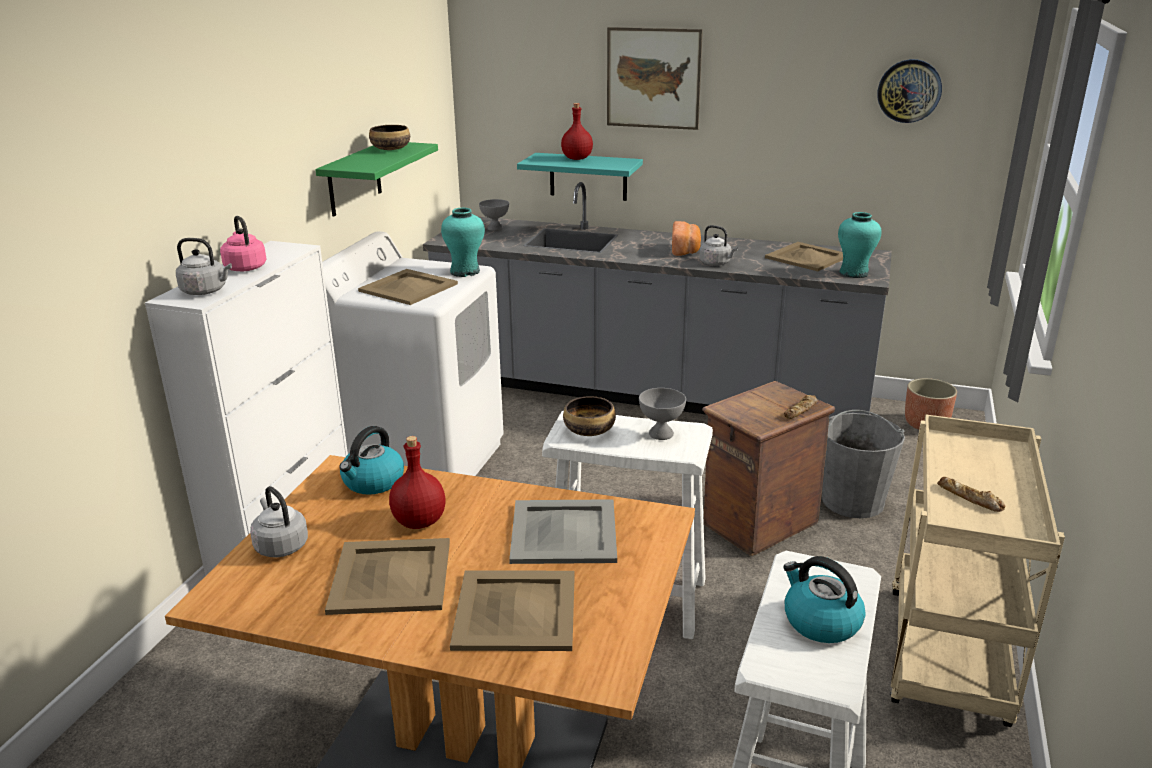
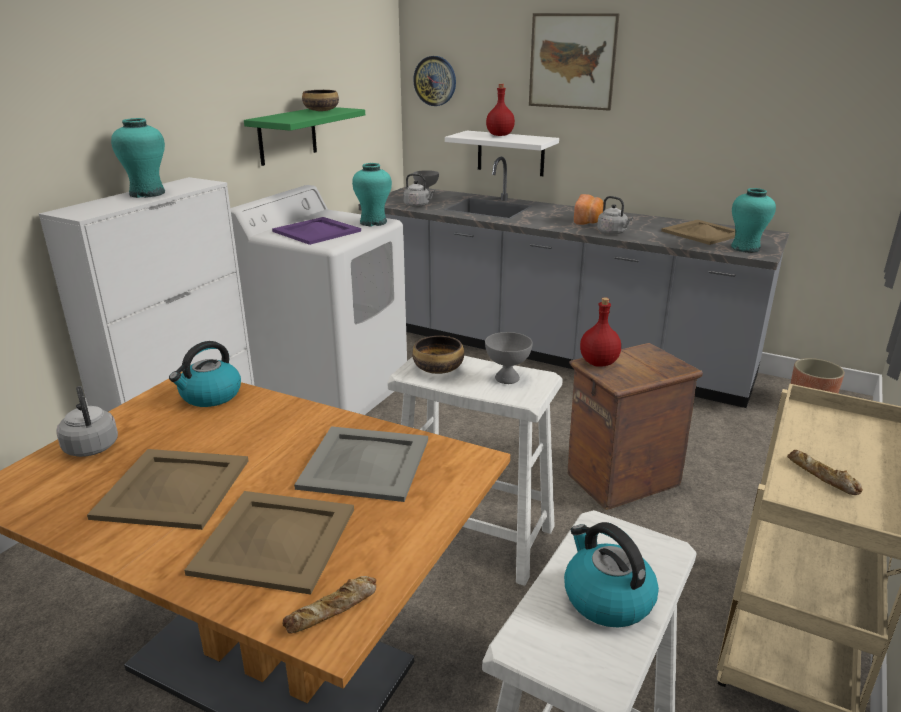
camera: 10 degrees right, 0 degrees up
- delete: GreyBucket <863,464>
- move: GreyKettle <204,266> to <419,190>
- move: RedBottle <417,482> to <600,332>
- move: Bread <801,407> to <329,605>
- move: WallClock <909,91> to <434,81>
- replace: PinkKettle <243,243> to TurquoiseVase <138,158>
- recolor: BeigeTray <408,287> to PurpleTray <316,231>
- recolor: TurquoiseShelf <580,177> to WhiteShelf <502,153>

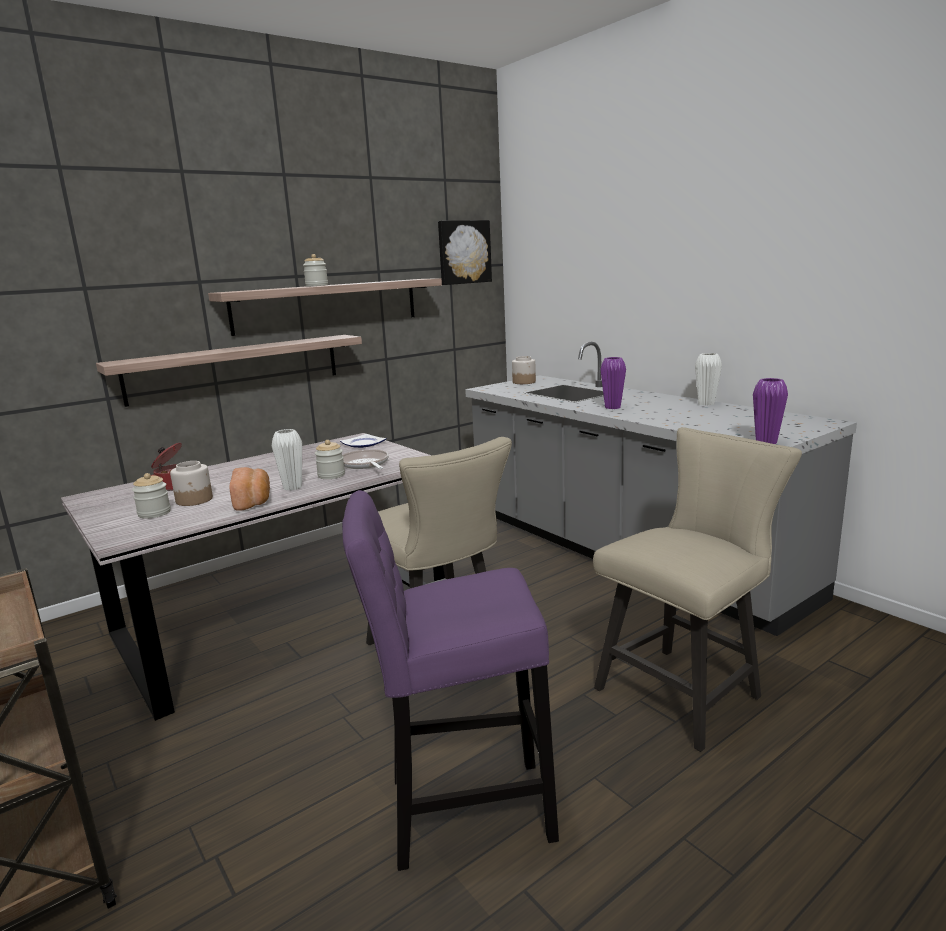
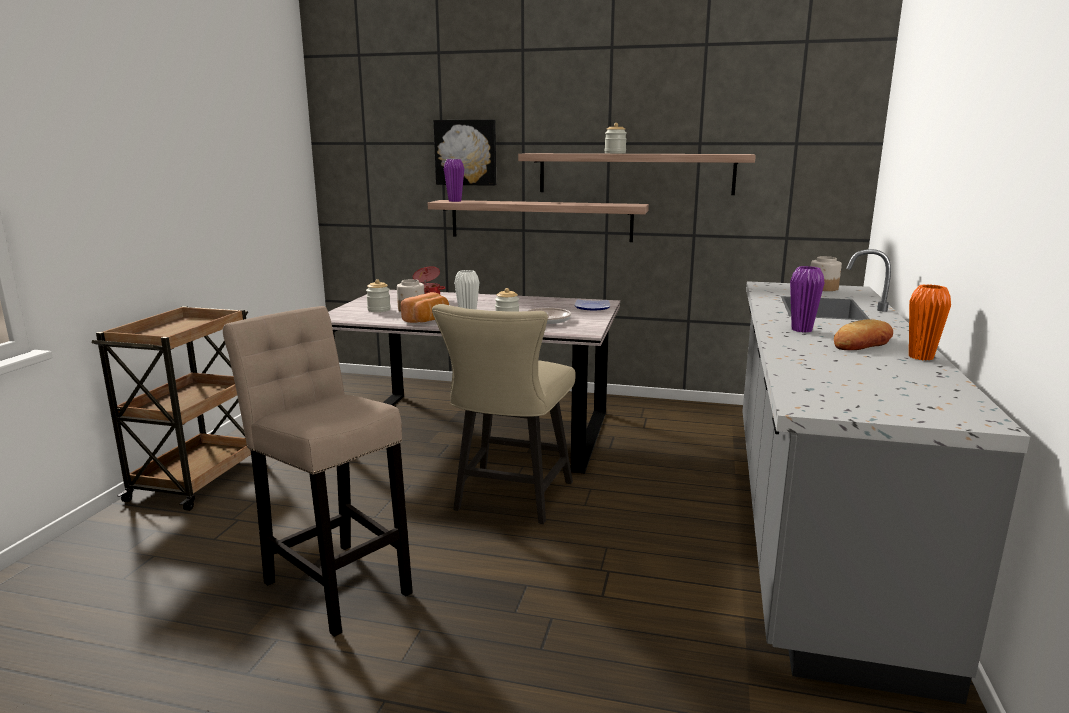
camera: 50 degrees right, 0 degrees up
- delete: BeigeChair <697,589>
- insert: Bread <863,334>
- move: Picture <465,252> to <465,153>
- move: PurpleVase <770,411> to <454,180>
- recolor: PurpleStool <450,680> to BeigeStool <318,471>
- recolor: WhiteVase <708,379> to OrangeVase <930,322>

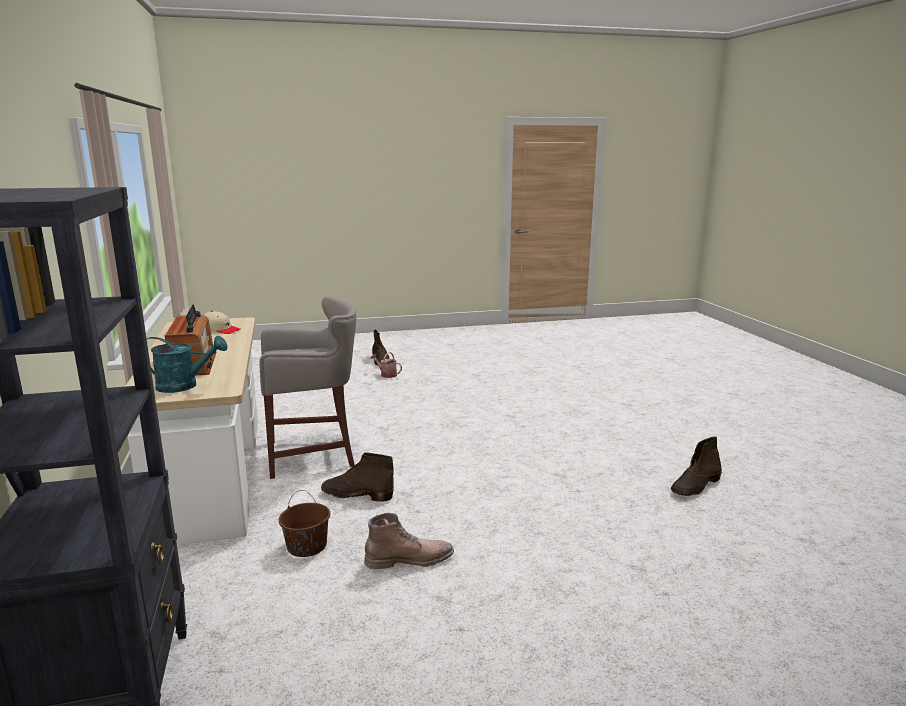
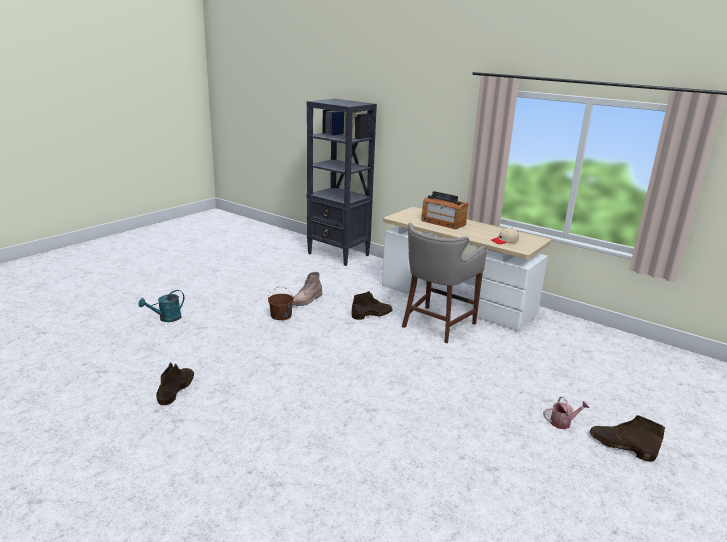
camera: 140 degrees right, 5 degrees up
- move: TurquoiseWateringCan <187,364> to <161,306>
- move: BrownBucket <304,523> to <281,303>

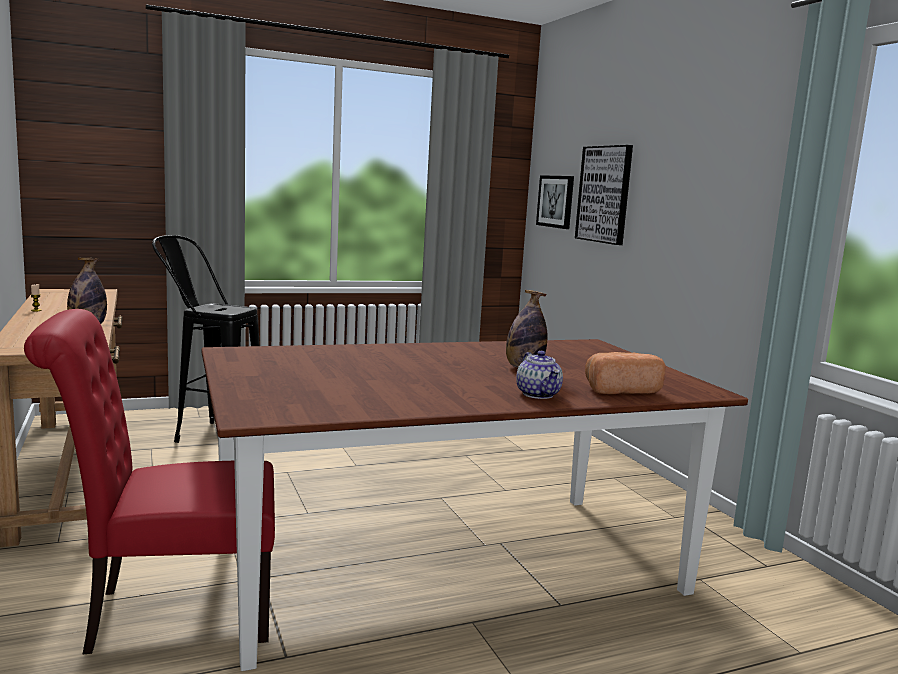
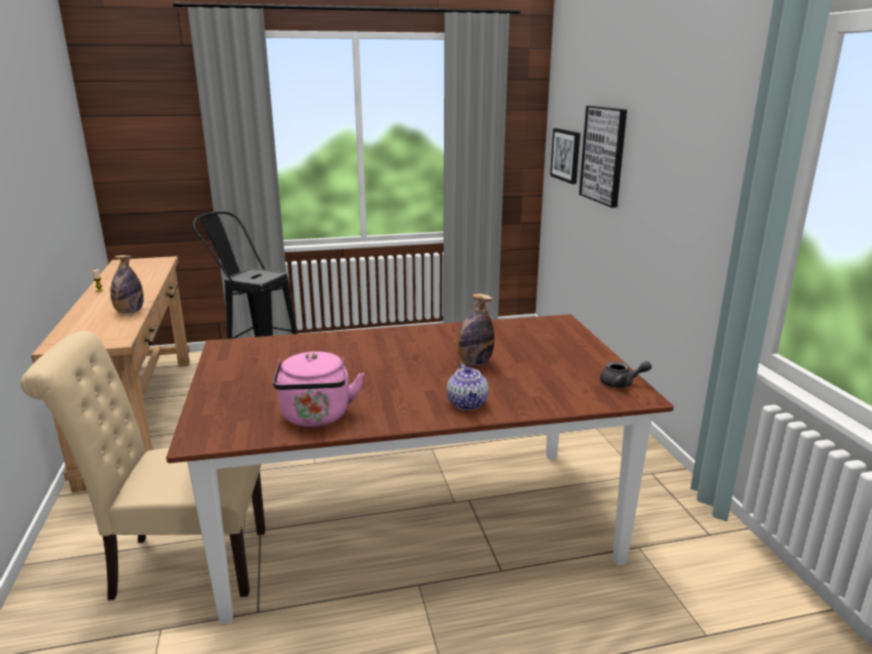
camera: 10 degrees right, 10 degrees up
- delete: Bread <625,373>
- insert: PinkKettle <318,389>
- insert: GreyTeapot <626,374>
- recolor: RedChair <149,482> to BeigeChair <142,465>

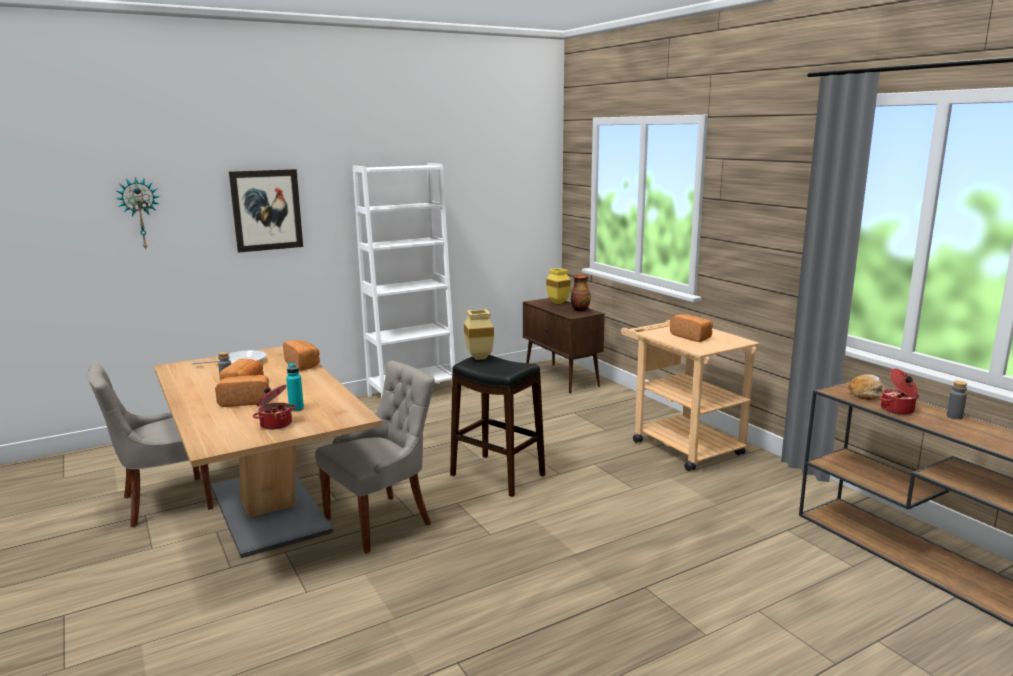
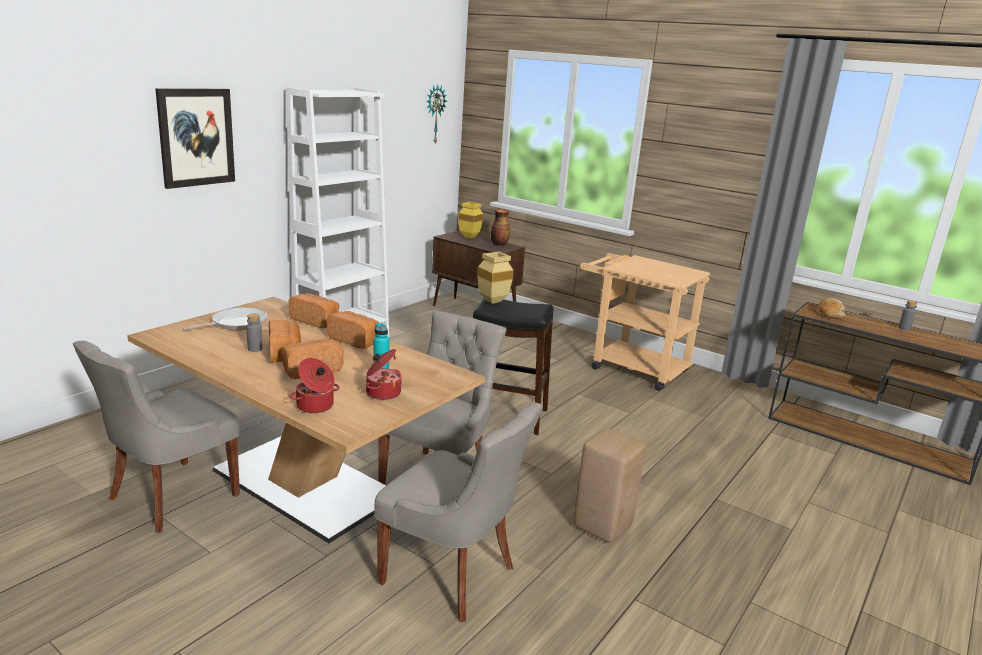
camera: 25 degrees left, 5 degrees up
- insert: GreyChair <458,512>
- insert: BeigeStool <609,486>
- move: WallClock <138,213> to <436,114>
- move: Bread <691,328> to <353,330>
- move: CookingPot <899,391> to <315,385>

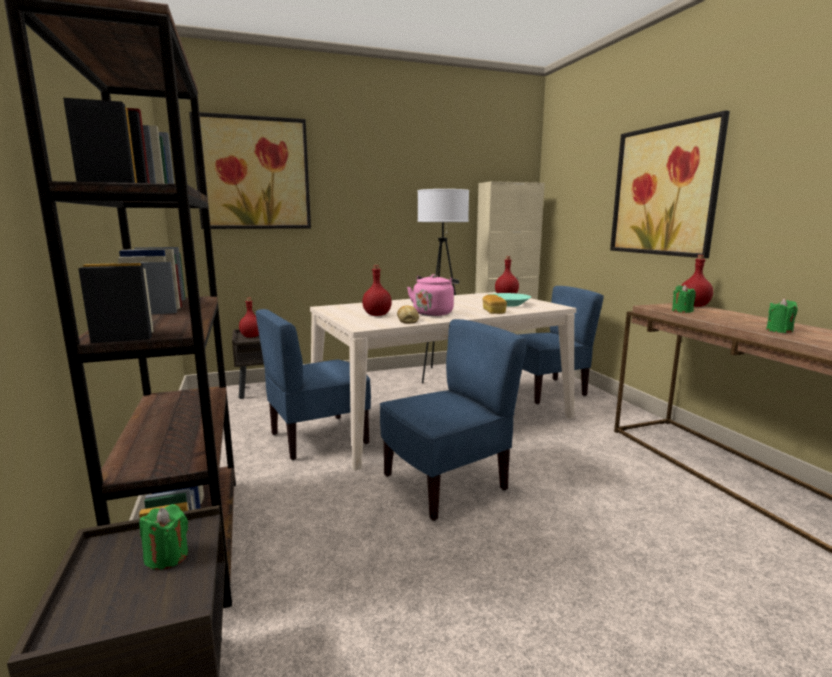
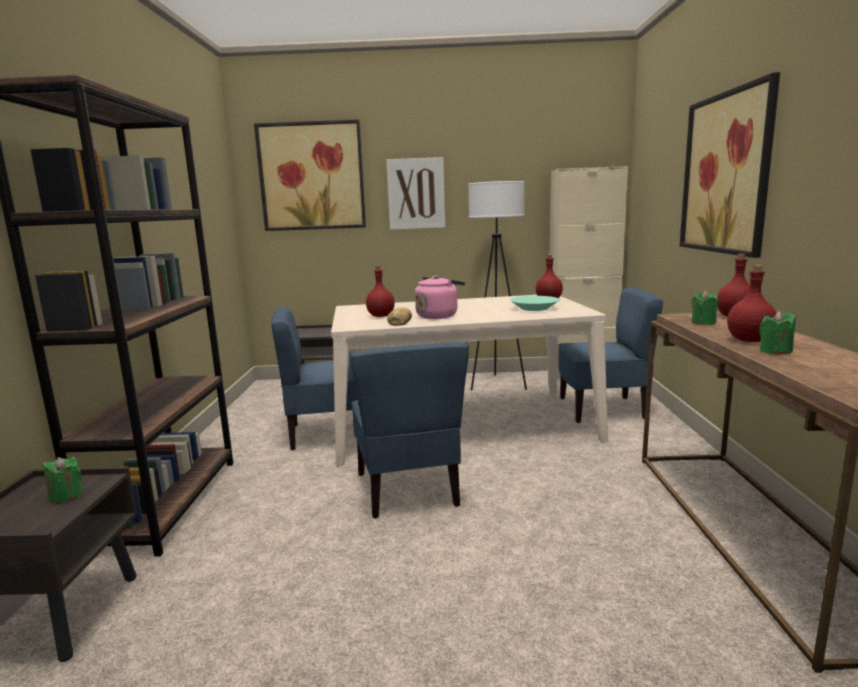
camera: 20 degrees right, 0 degrees up
- delete: Bread <494,304>
- insert: Picture <415,193>
- move: RedBottle <249,318> to <752,303>
- rotate: BlueChair <453,420> = <409,430> 90 degrees clockwise

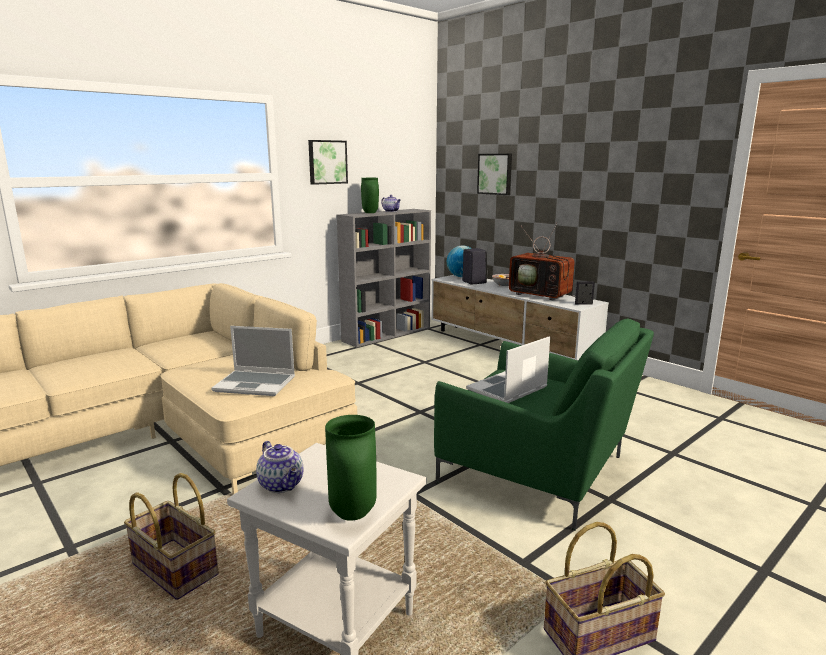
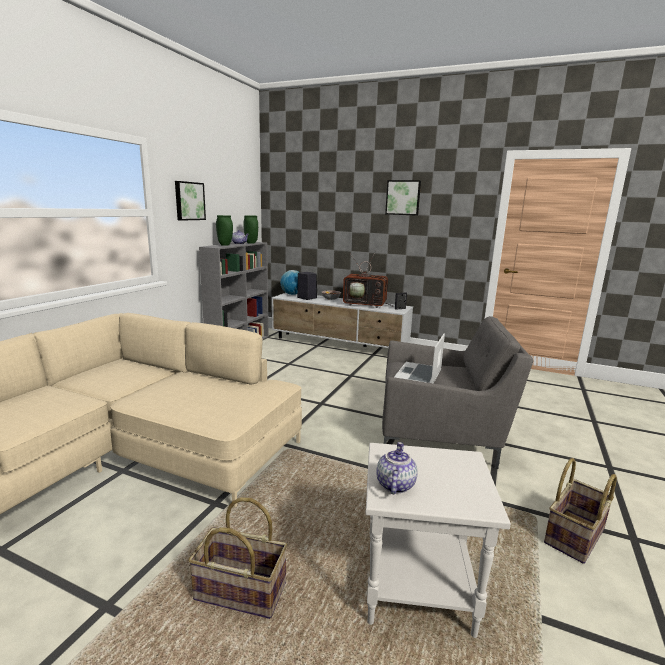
camera: 25 degrees left, 0 degrees up
- delete: Laptop <253,361>
- move: GreenVase <350,468> to <251,229>
- move: Picture <494,174> to <403,198>
- recolor: GreenArmchair <544,424> to GreyArmchair <457,392>
- rotate: Teapot <279,467> = <396,468> 105 degrees counterclockwise

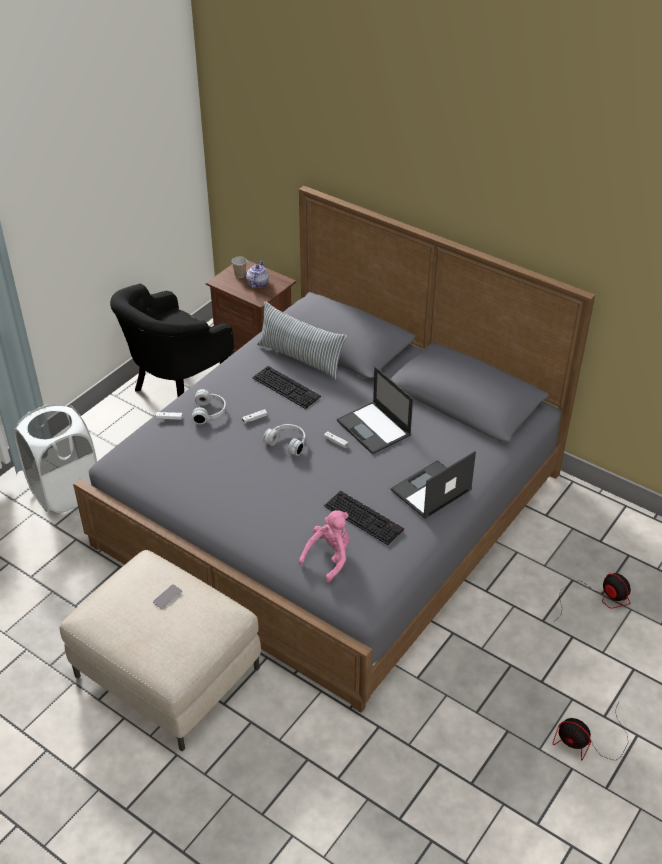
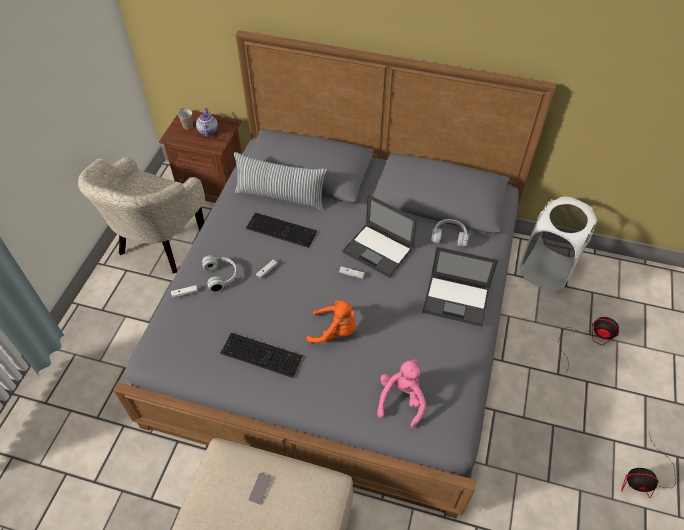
camera: 20 degrees left, 10 degrees up
- insert: OrangePlushToy <331,321>
- move: WhiteLaundryBasket <55,458> to <559,244>
- move: WhiteHeadphones <284,440> to <450,233>
- move: Keyboard <364,518> to <261,355>
- recolor: BlackArmchair <172,340> to BeigeArmchair <141,215>
- rotate: Laptop <433,485> = <460,286> 105 degrees counterclockwise

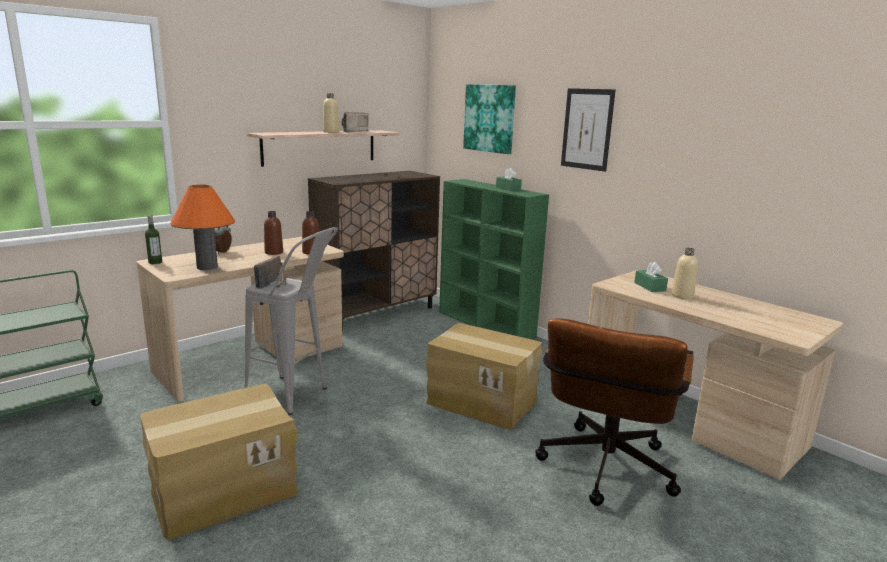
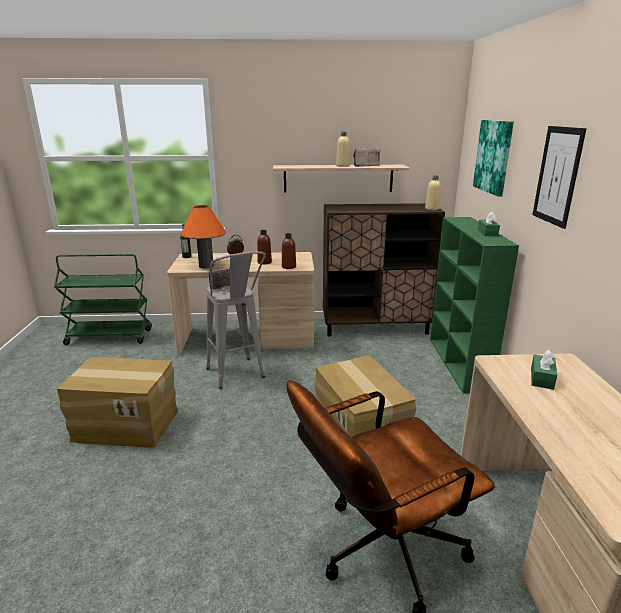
camera: 40 degrees right, 5 degrees up
- move: BeigeBottle <685,273> to <433,193>

